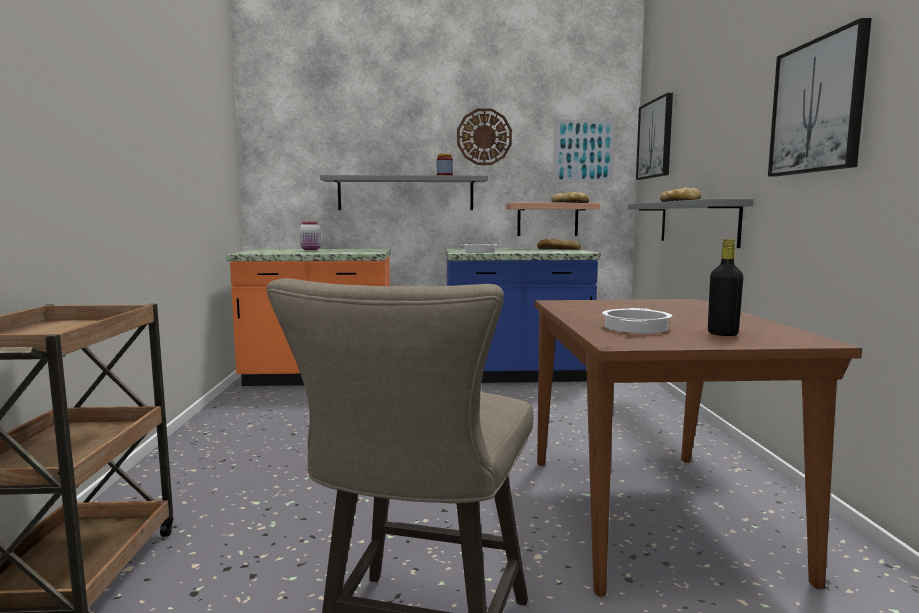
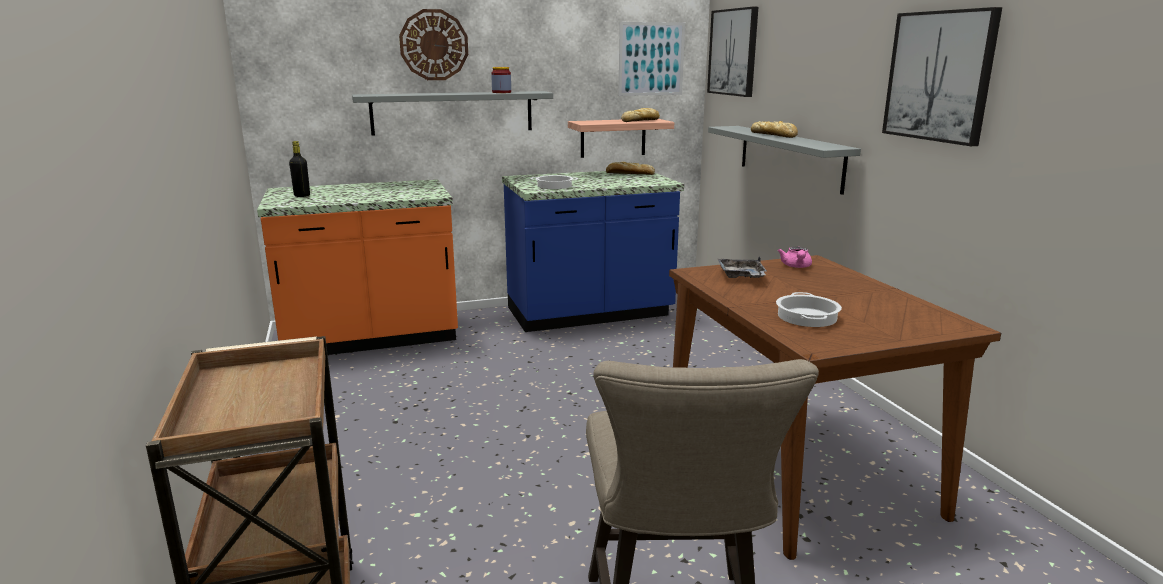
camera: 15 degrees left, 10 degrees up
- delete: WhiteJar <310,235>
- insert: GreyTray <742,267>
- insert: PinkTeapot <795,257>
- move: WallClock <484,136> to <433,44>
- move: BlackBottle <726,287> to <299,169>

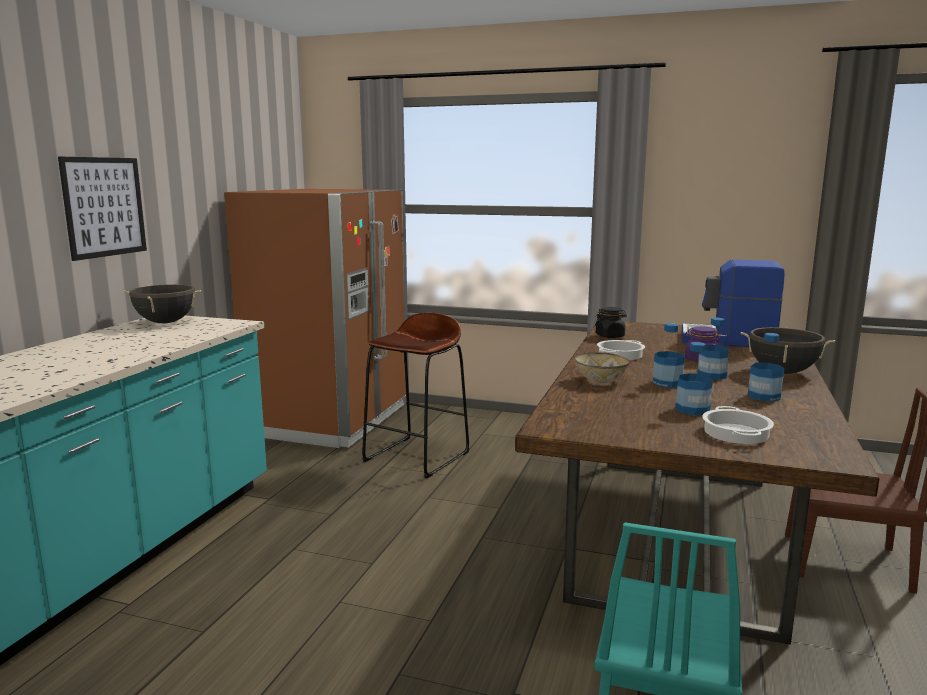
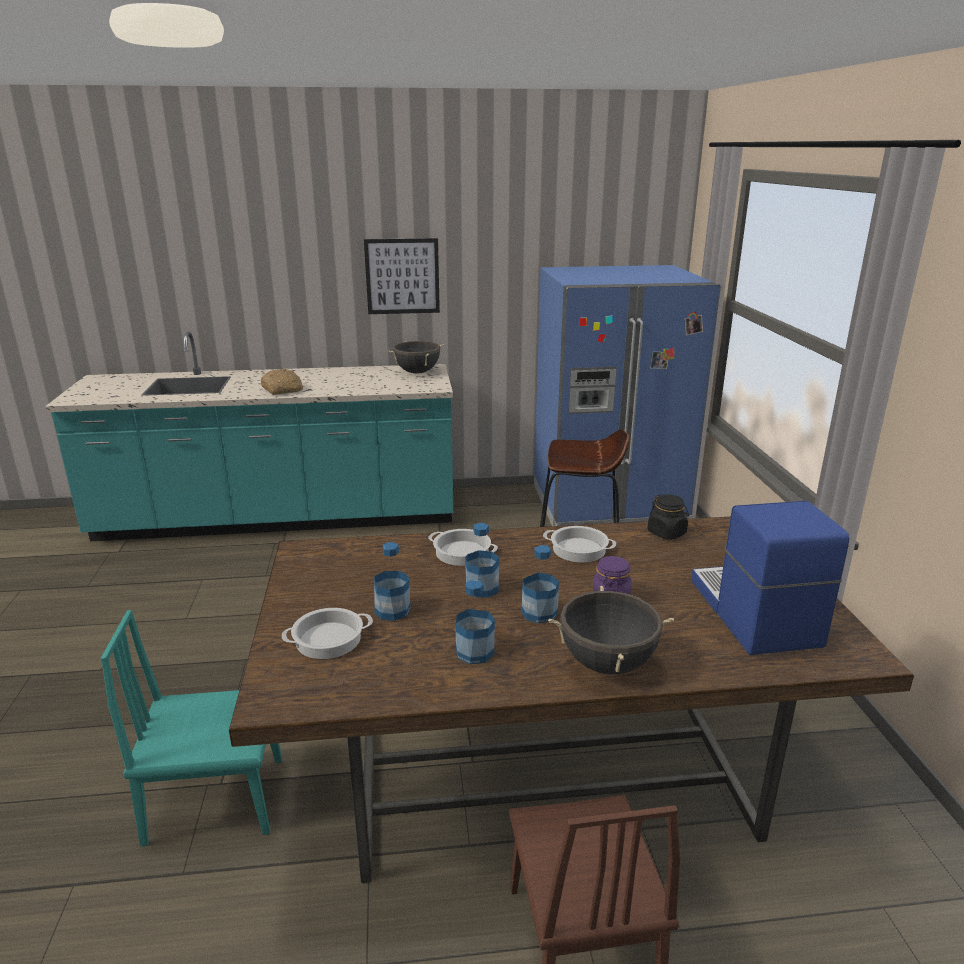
camera: 65 degrees right, 10 degrees up
- insert: Bread <282,382>
- replace: Bowl <602,367> to CookingPot <463,547>
- recolor: BrownFridge <315,318> to BlueFridge <627,395>

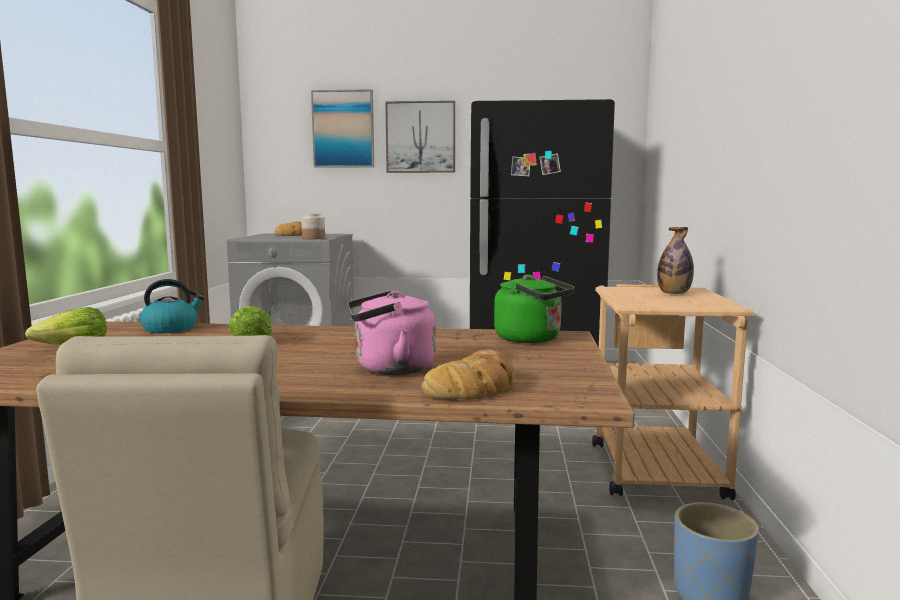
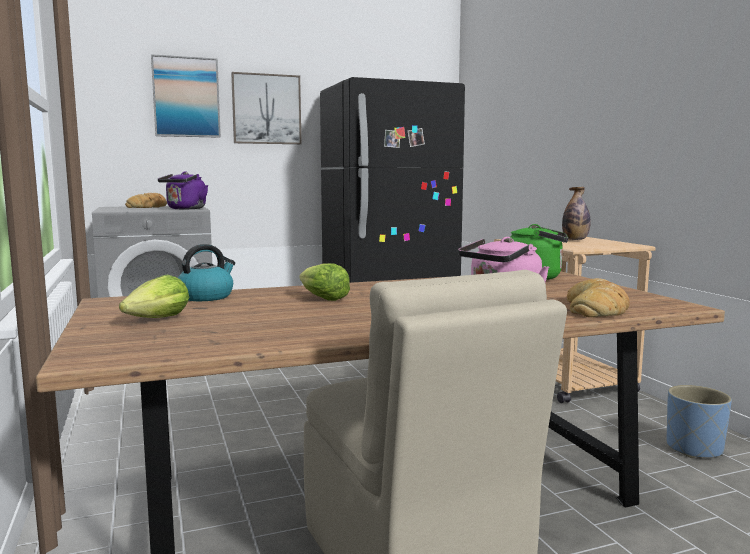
camera: 25 degrees left, 0 degrees up
- replace: Jar <313,226> to PurpleKettle <183,190>

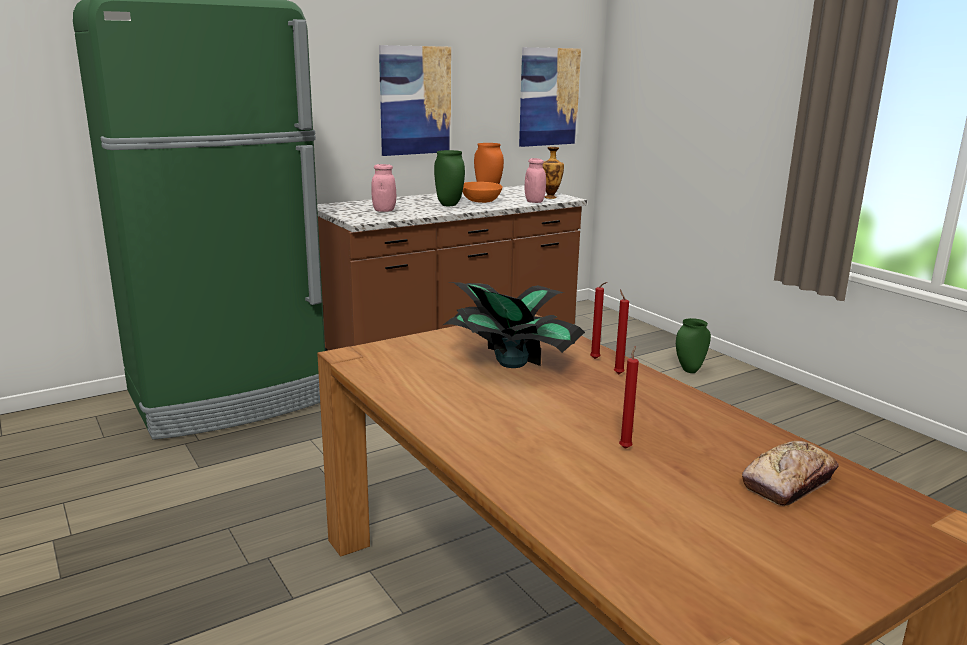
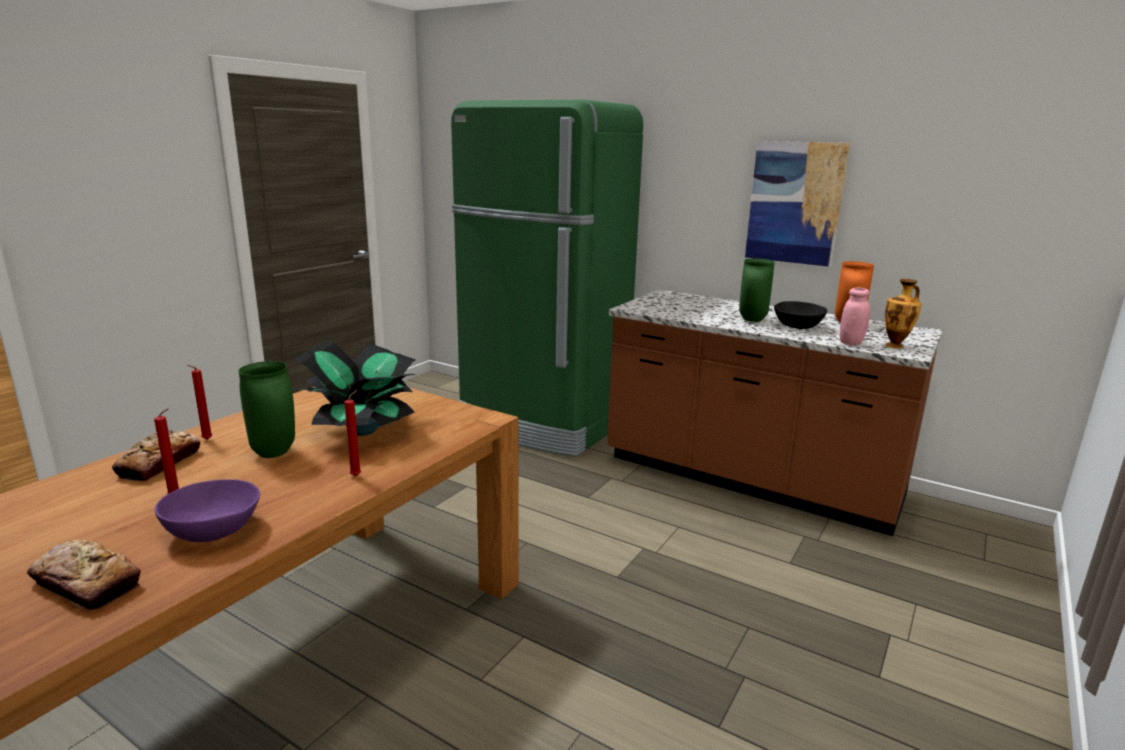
camera: 65 degrees right, 0 degrees up
- delete: PinkJar <383,188>
- delete: Picture <550,97>
- insert: Bread <156,455>
- insert: PurpleBowl <207,511>
- move: RedCandle <598,320> to <199,402>
- move: GreenVase <693,345> to <267,409>
- recolor: OrangeBowl <482,192> to BlackBowl <801,315>

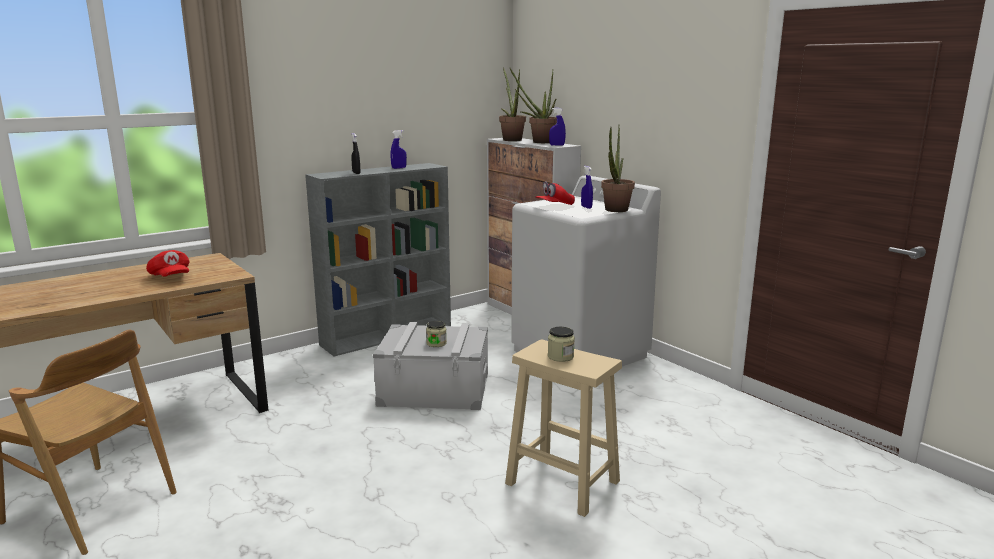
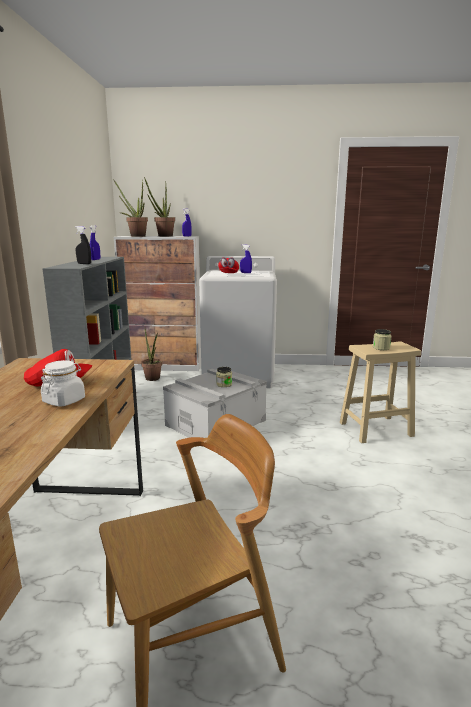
camera: 50 degrees left, 0 degrees up
- insert: WhiteJar <63,383>
- move: PottedPlant <618,169> to <151,355>

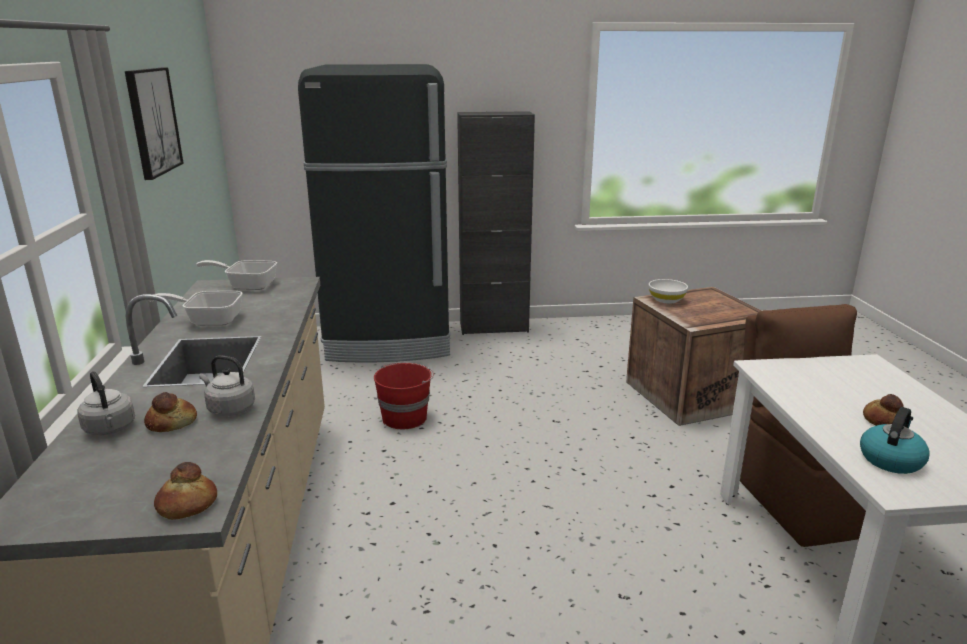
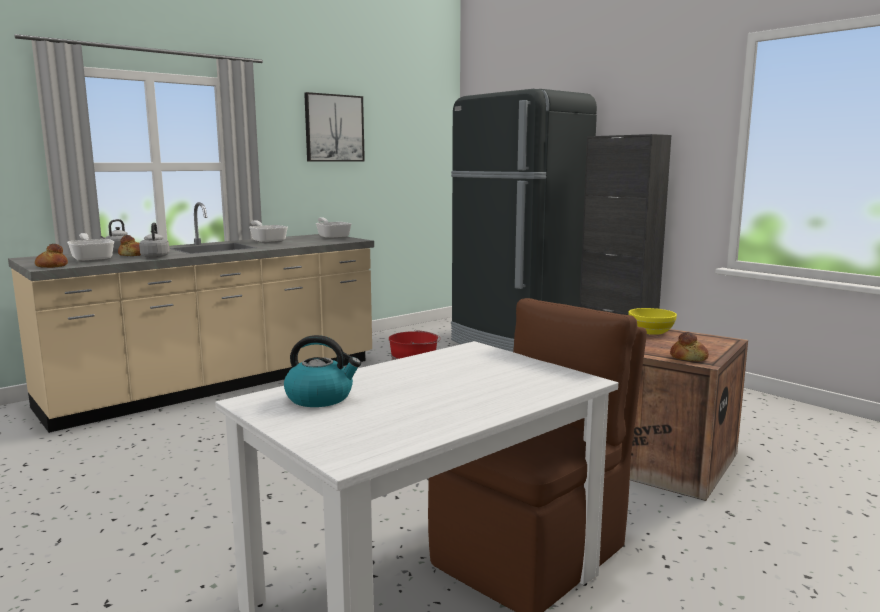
camera: 55 degrees right, 10 degrees down
- insert: FryingPan <90,247>
- move: Bread <883,410> to <689,346>
- recolor: WhiteBowl <668,291> to YellowBowl <652,321>

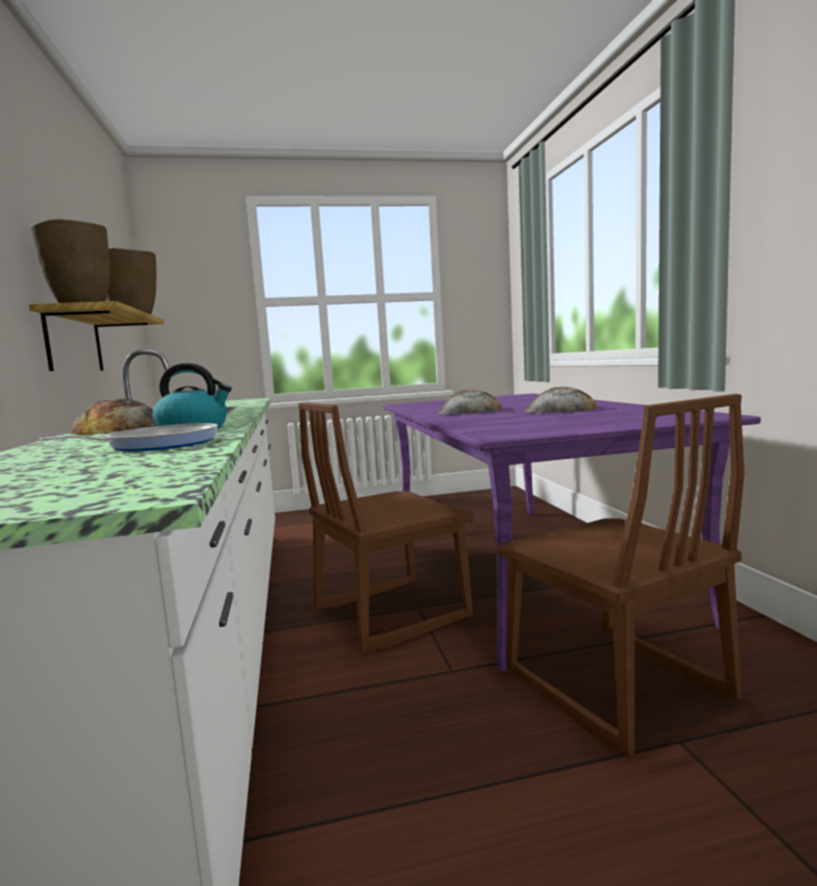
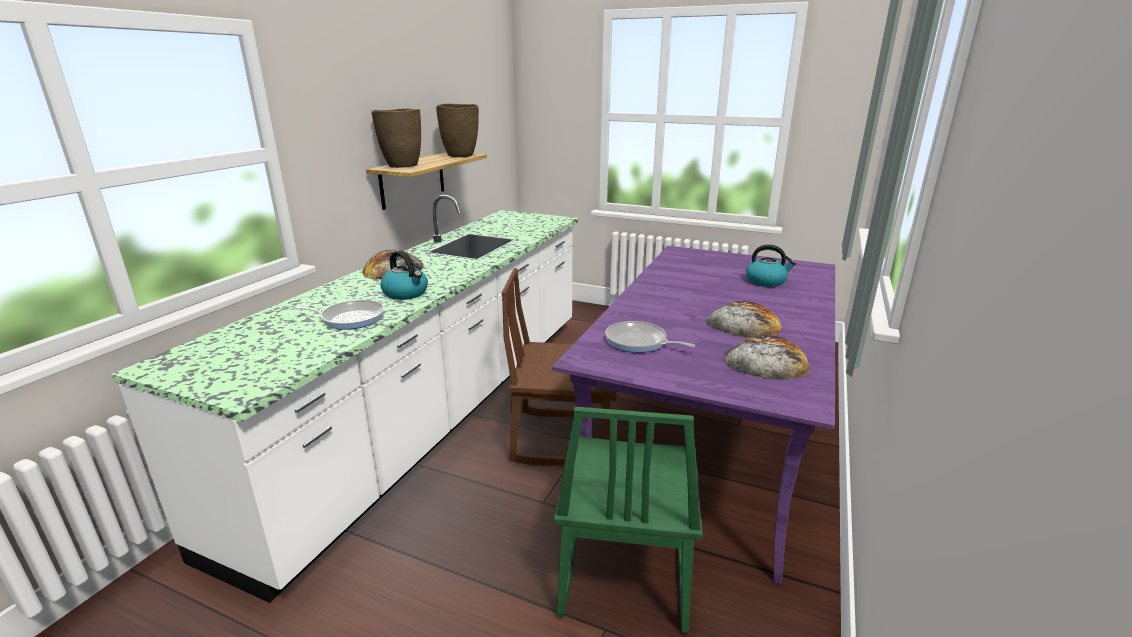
camera: 35 degrees right, 15 degrees up
- insert: FryingPan <650,337>
- insert: Kettle <771,266>
- move: Bread <470,402> to <766,357>
- recolor: BrownChair <620,575> to GreenChair <628,520>

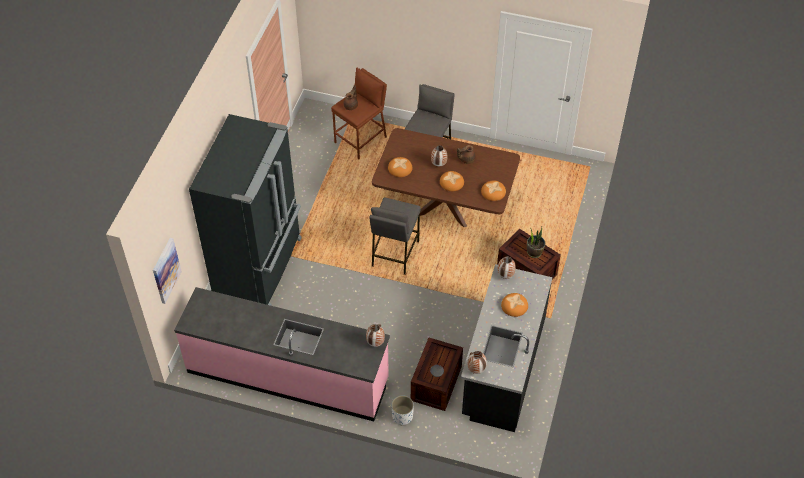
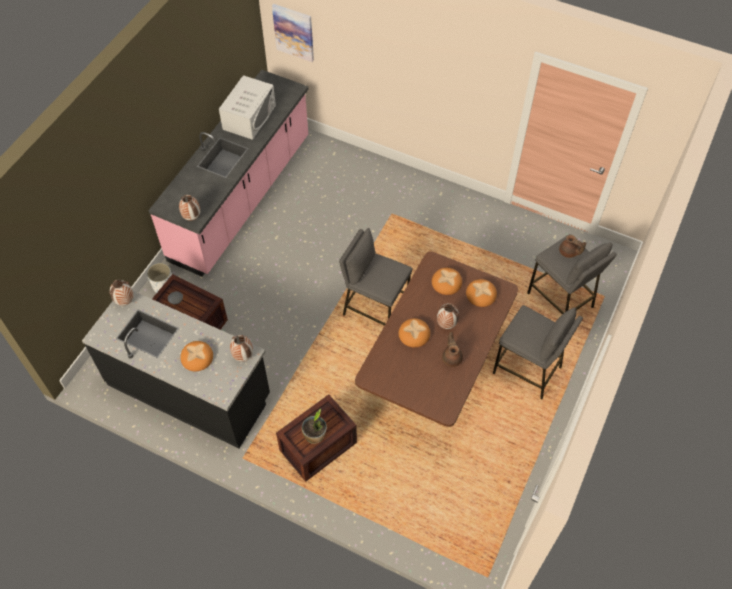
camera: 100 degrees right, 5 degrees up
- delete: BlackFridge <245,210>
- insert: WhiteMicrowave <247,107>
- move: Bread <493,191> to <481,293>
- recolor: BrownStool <359,114> to GreyStool <572,274>

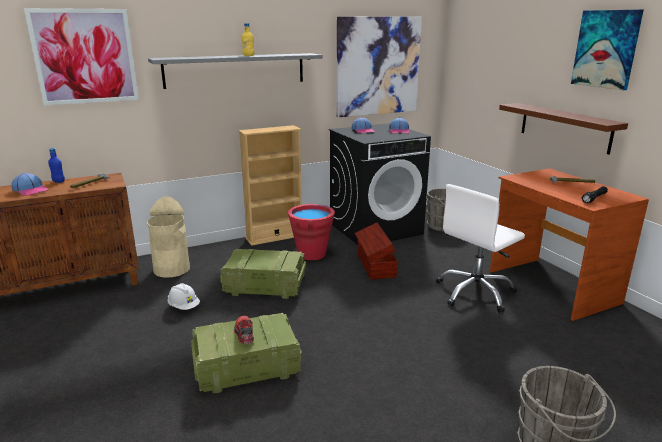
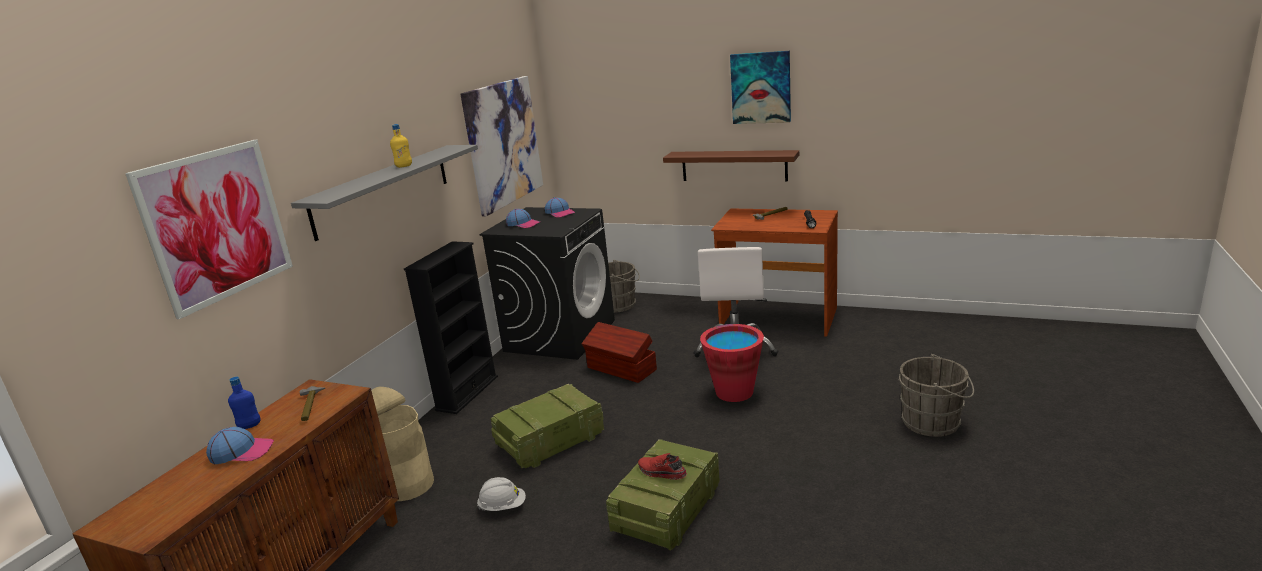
camera: 40 degrees left, 0 degrees up
- move: RedBucket <311,232> to <732,363>
- recolor: BeigeBookcase <270,185> to BlackBookcase <451,327>

